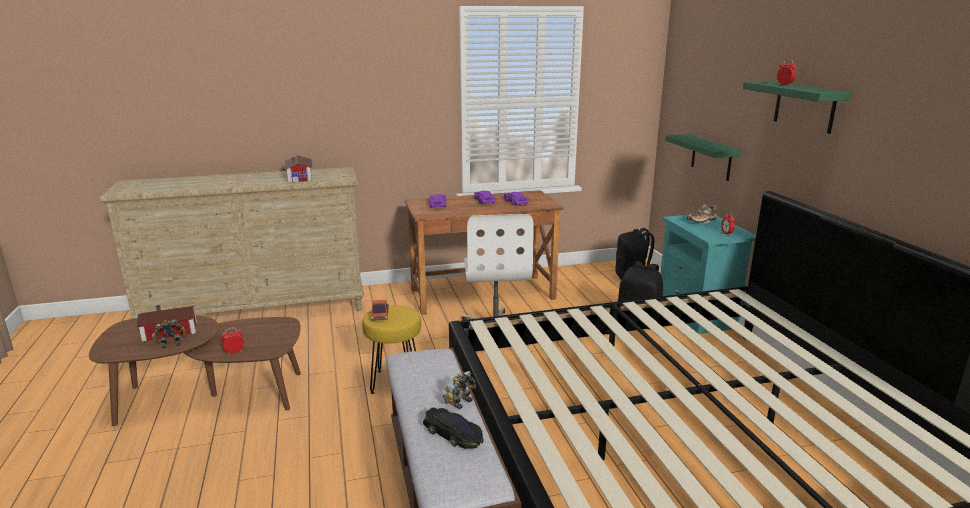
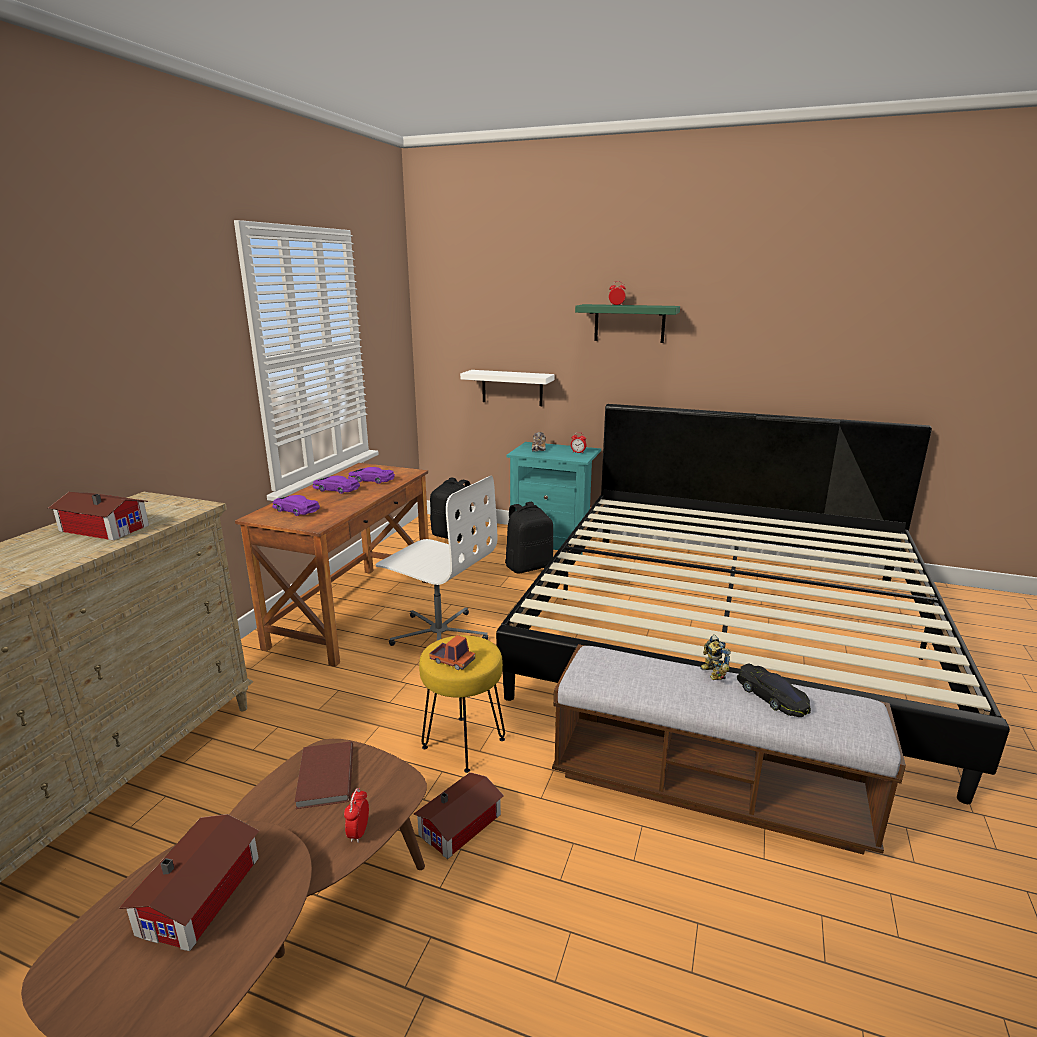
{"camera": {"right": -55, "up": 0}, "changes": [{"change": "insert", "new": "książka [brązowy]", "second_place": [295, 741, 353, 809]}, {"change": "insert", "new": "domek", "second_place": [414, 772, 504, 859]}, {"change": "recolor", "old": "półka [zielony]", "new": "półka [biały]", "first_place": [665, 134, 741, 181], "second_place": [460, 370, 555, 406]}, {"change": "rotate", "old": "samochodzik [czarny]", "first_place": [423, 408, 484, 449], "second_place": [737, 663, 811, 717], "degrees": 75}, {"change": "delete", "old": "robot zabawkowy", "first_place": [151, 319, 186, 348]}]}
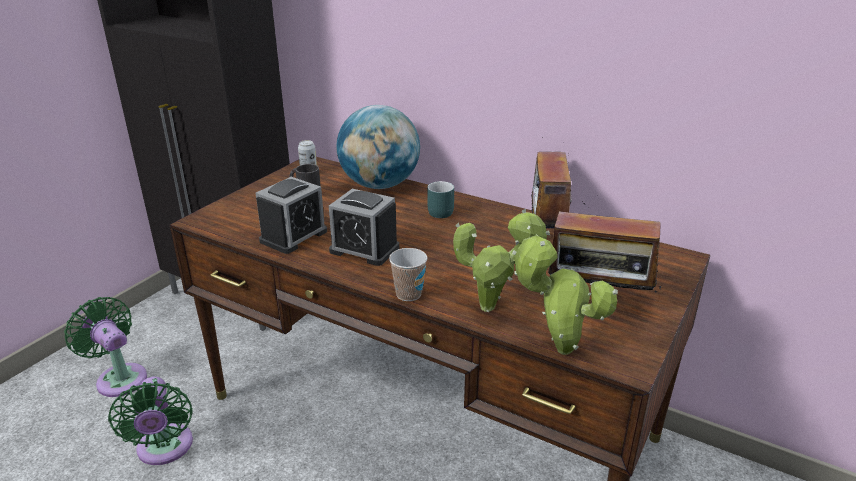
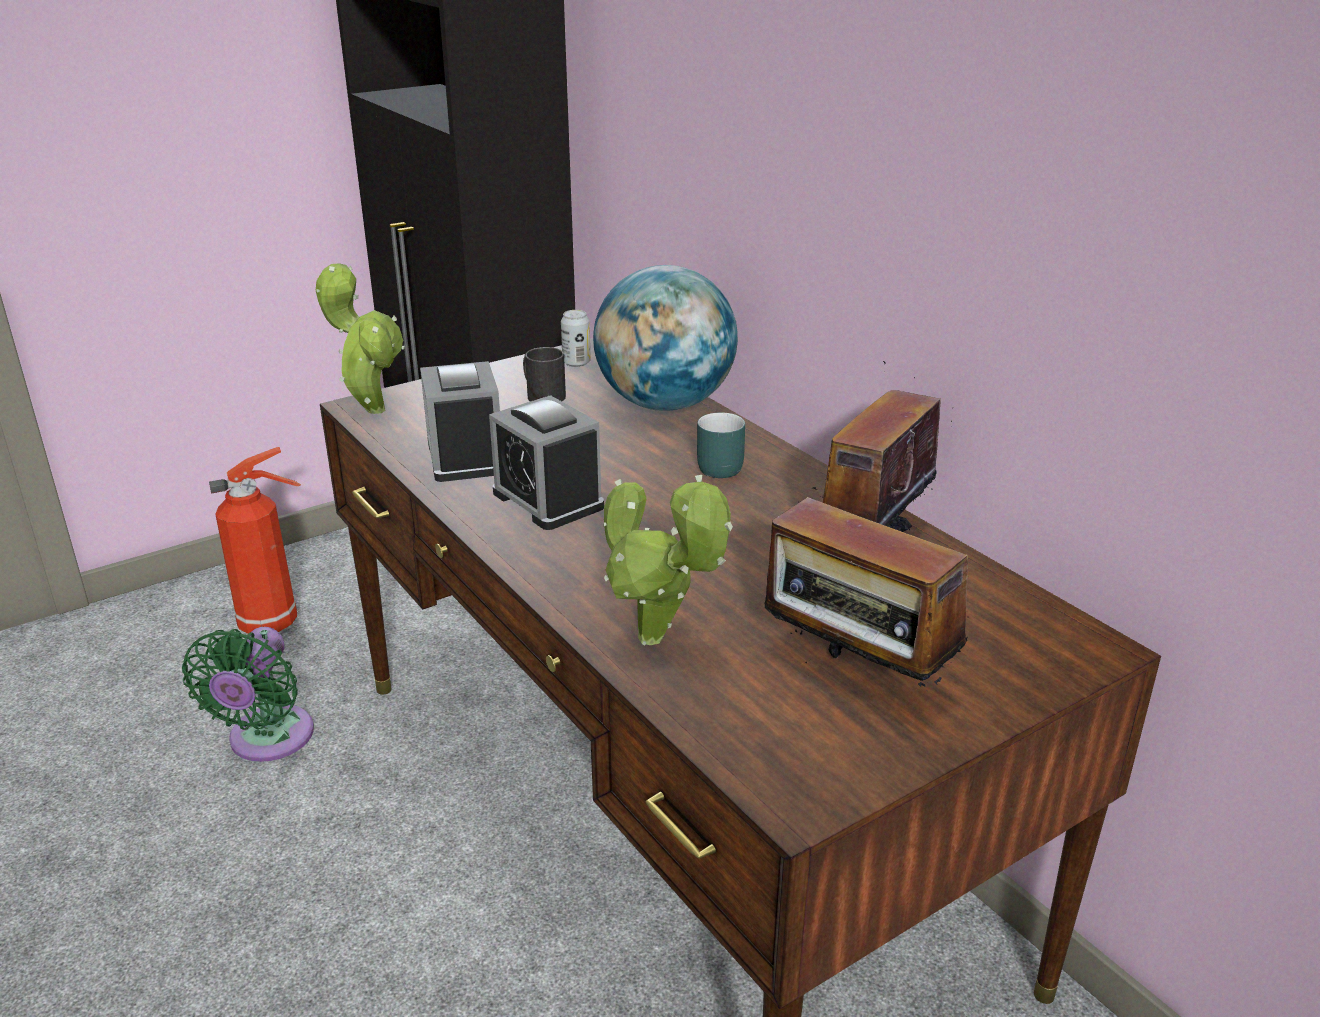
{"camera": {"right": 25, "up": 0}, "changes": [{"change": "replace", "old": "wentylator [zielony]", "new": "gaśnica", "first_place": [64, 297, 147, 397], "second_place": [209, 447, 301, 634]}, {"change": "move", "old": "roślina doniczkowa", "first_place": [512, 234, 618, 355], "second_place": [316, 263, 405, 414]}, {"change": "rotate", "old": "budzik", "first_place": [255, 177, 327, 254], "second_place": [420, 361, 500, 482], "degrees": 105}, {"change": "delete", "old": "filiżanka", "first_place": [389, 248, 427, 301]}]}
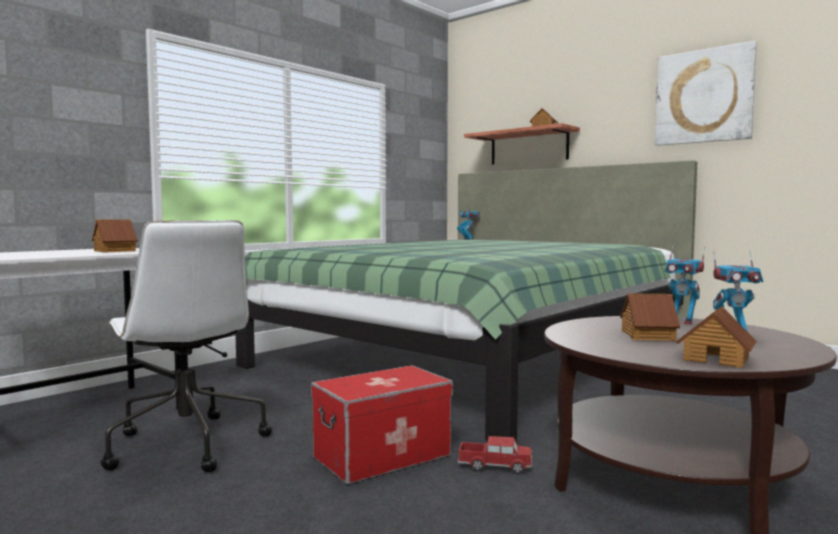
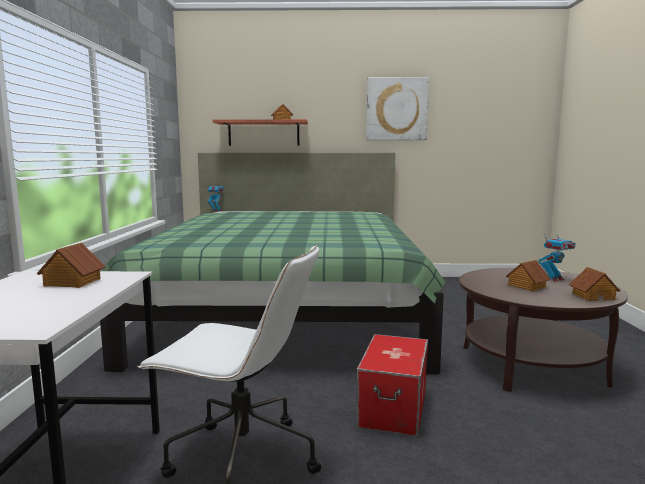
{"camera": {"right": -40, "up": 5}, "changes": [{"change": "delete", "old": "ciężarówka zabawkowa", "first_place": [458, 436, 532, 474]}, {"change": "delete", "old": "robot zabawkowy", "first_place": [665, 246, 705, 324]}]}
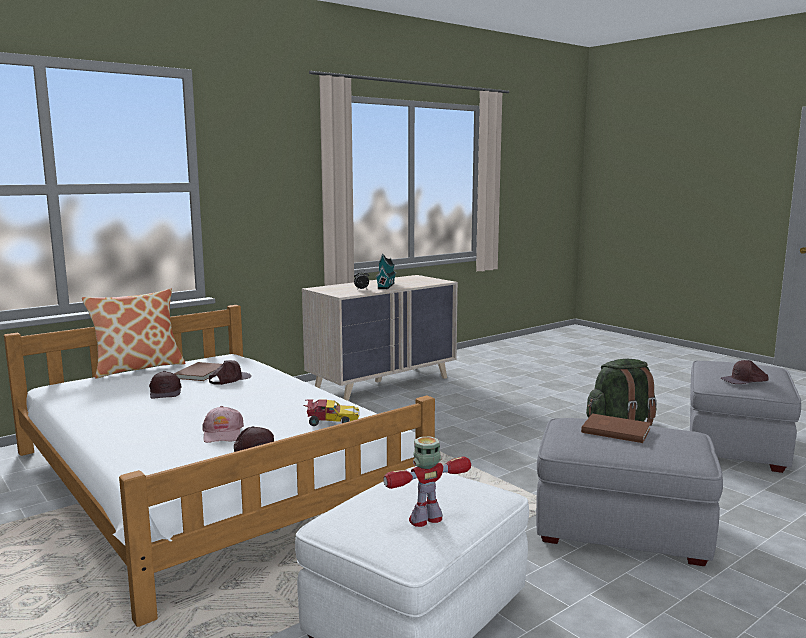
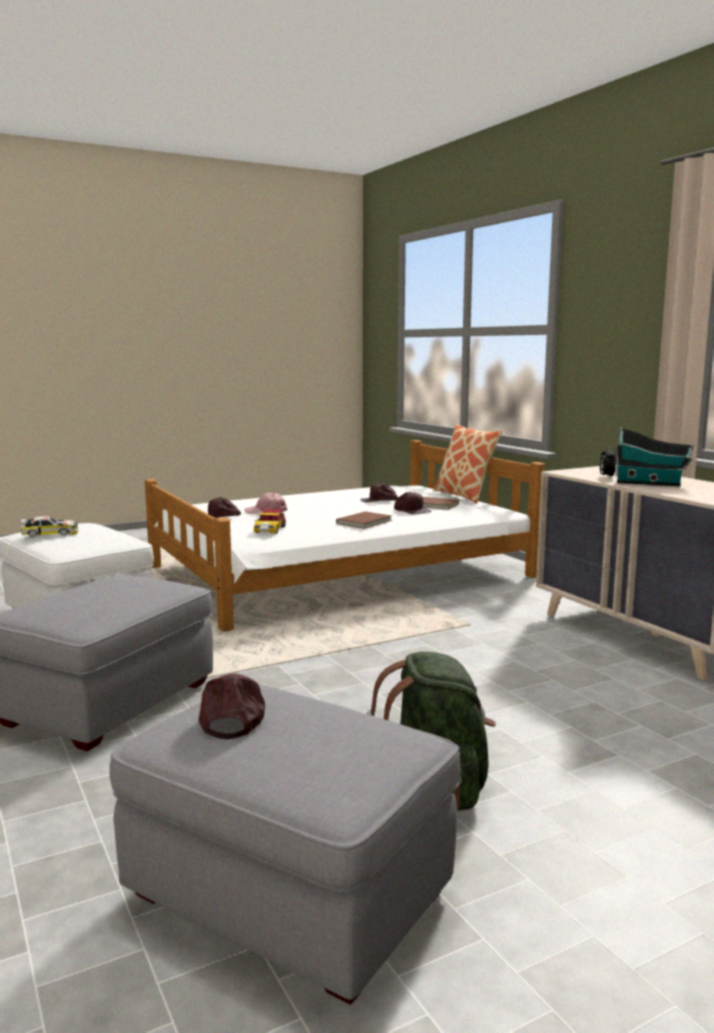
{"camera": {"right": 100, "up": 0}, "changes": [{"change": "replace", "old": "robot zabawkowy", "new": "samochodzik", "first_place": [383, 437, 471, 527], "second_place": [20, 516, 78, 538]}, {"change": "move", "old": "książka [brązowy]", "first_place": [581, 414, 651, 443], "second_place": [336, 511, 392, 529]}]}
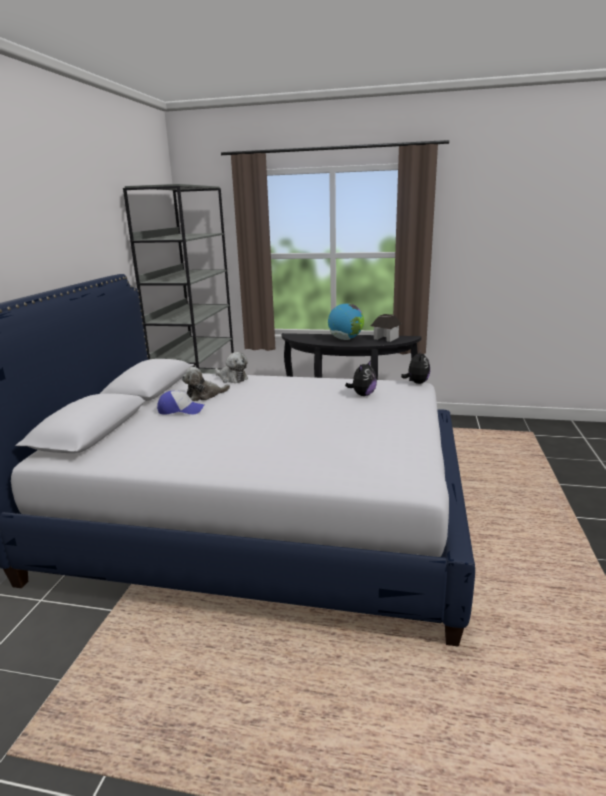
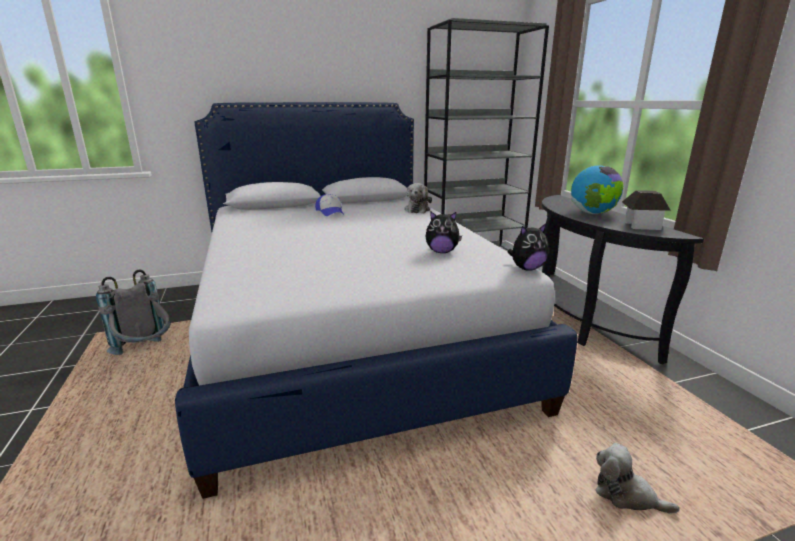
{"camera": {"right": 60, "up": 0}, "changes": [{"change": "insert", "new": "plecak [szary]", "second_place": [96, 269, 170, 355]}, {"change": "move", "old": "pluszak", "first_place": [182, 367, 230, 401], "second_place": [596, 443, 680, 514]}]}
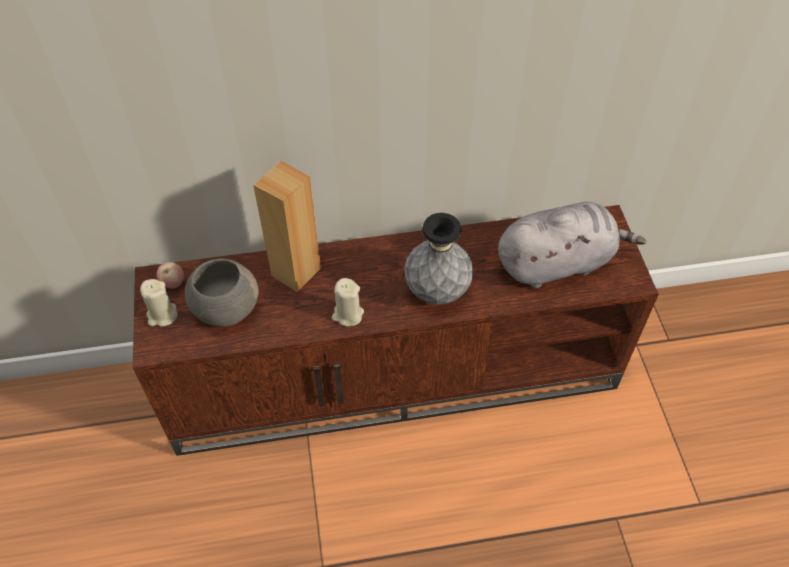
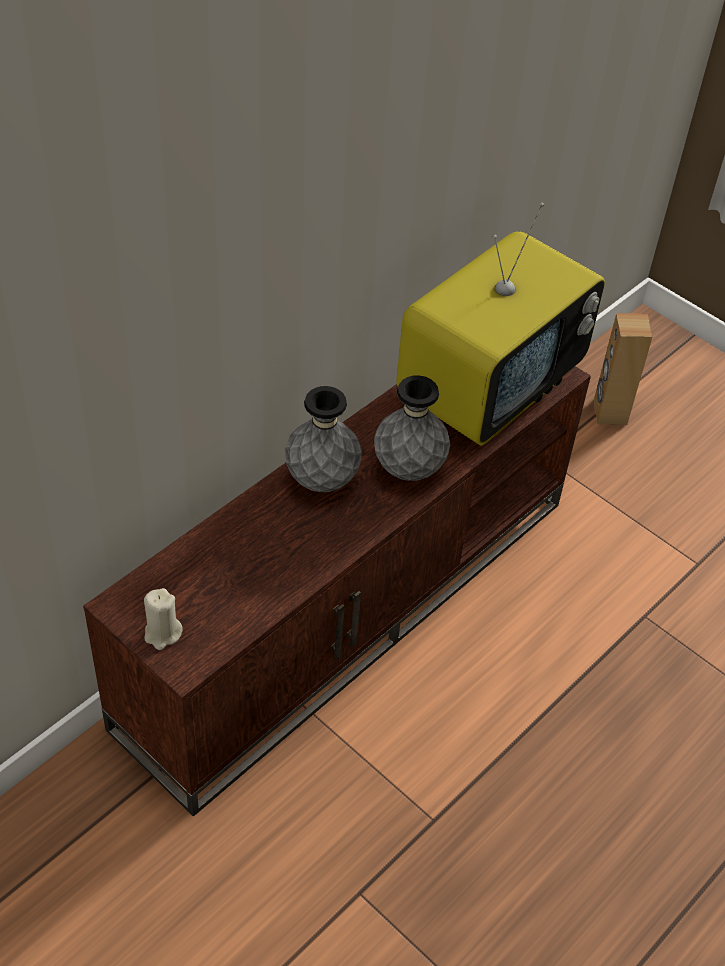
{"camera": {"right": -40, "up": -5}, "changes": [{"change": "insert", "new": "wazon [szary]", "second_place": [285, 386, 362, 492]}, {"change": "replace", "old": "pluszak [szary]", "new": "telewizor", "first_place": [498, 202, 646, 288], "second_place": [397, 203, 605, 446]}, {"change": "move", "old": "głośnik [brązowy]", "first_place": [253, 161, 321, 292], "second_place": [594, 313, 653, 425]}, {"change": "delete", "old": "jabłko", "first_place": [157, 262, 184, 289]}, {"change": "delete", "old": "miska [szary]", "first_place": [185, 258, 259, 327]}, {"change": "delete", "old": "świeca [beżowy]", "first_place": [332, 278, 364, 327]}]}
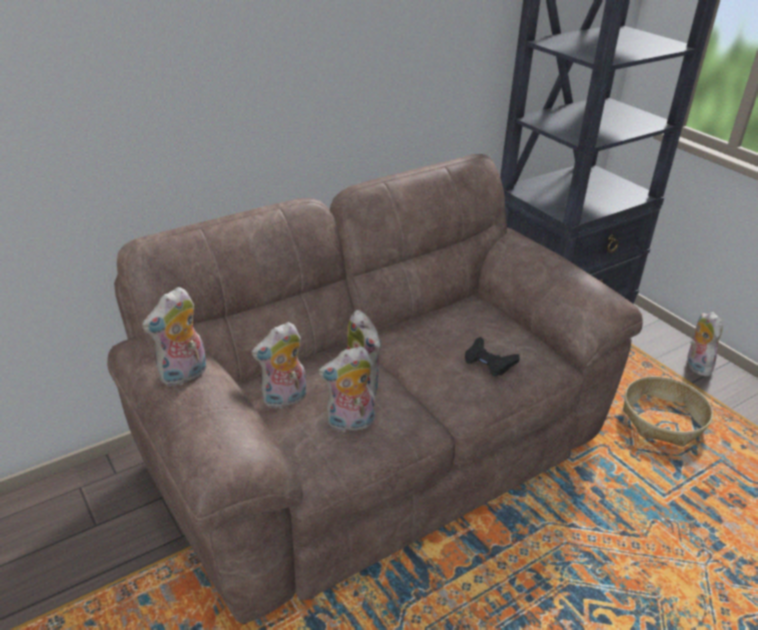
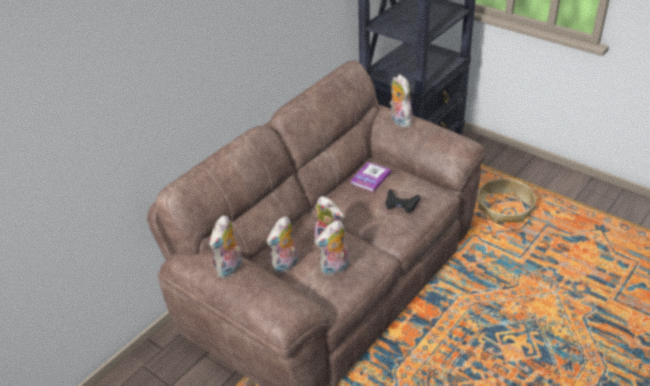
{"camera": {"right": -15, "up": 5}, "changes": [{"change": "insert", "new": "książka", "second_place": [350, 162, 391, 192]}, {"change": "move", "old": "pluszak", "first_place": [687, 312, 723, 376], "second_place": [390, 74, 413, 128]}]}
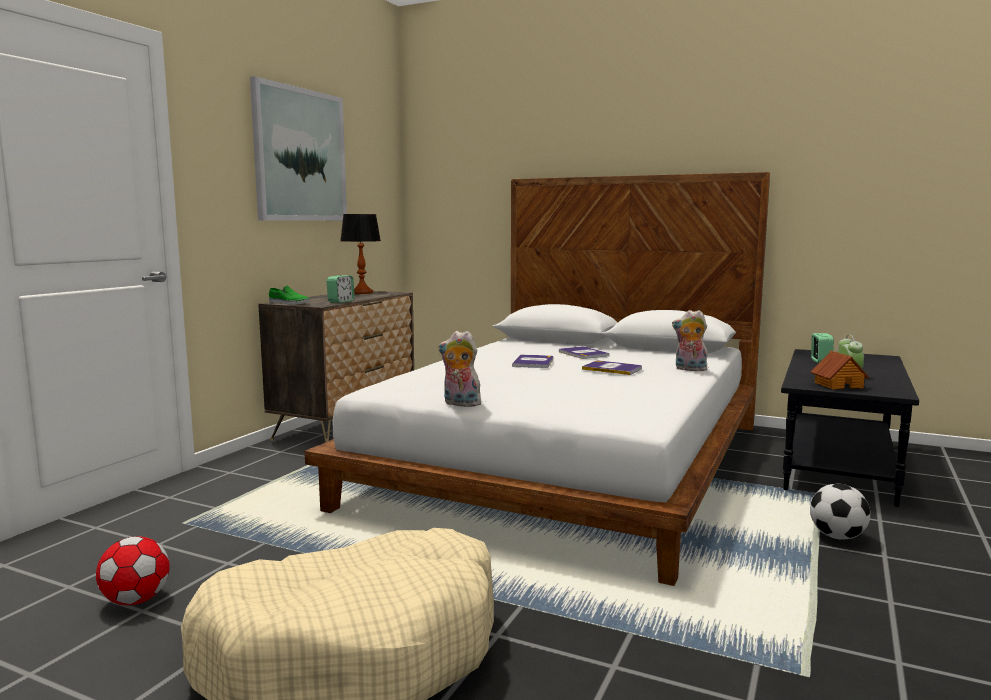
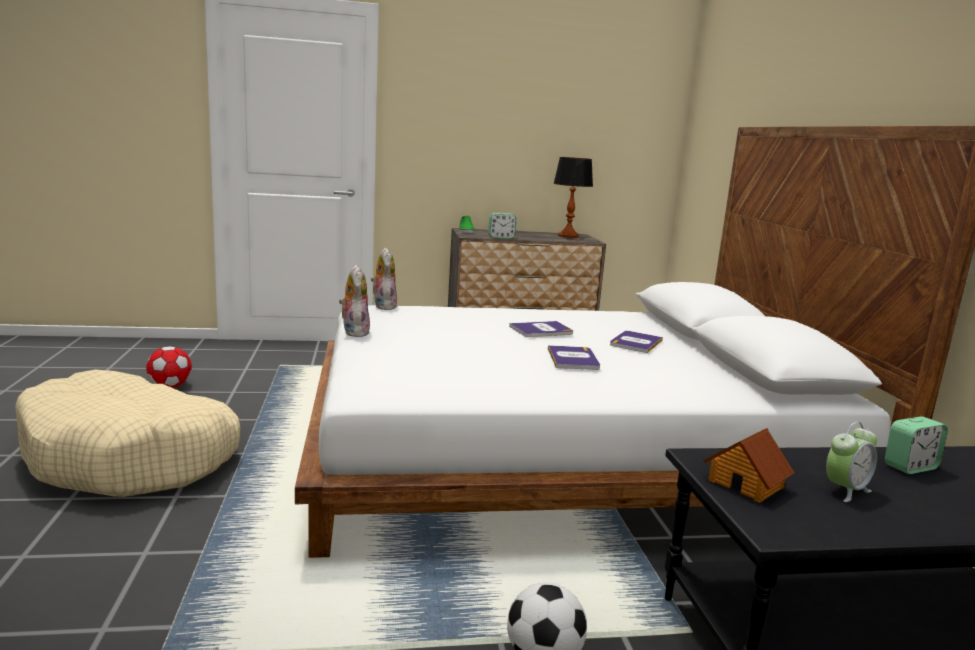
{"camera": {"right": 55, "up": 5}, "changes": [{"change": "move", "old": "pluszak", "first_place": [672, 310, 708, 371], "second_place": [371, 248, 398, 310]}, {"change": "delete", "old": "obraz", "first_place": [250, 76, 347, 221]}]}
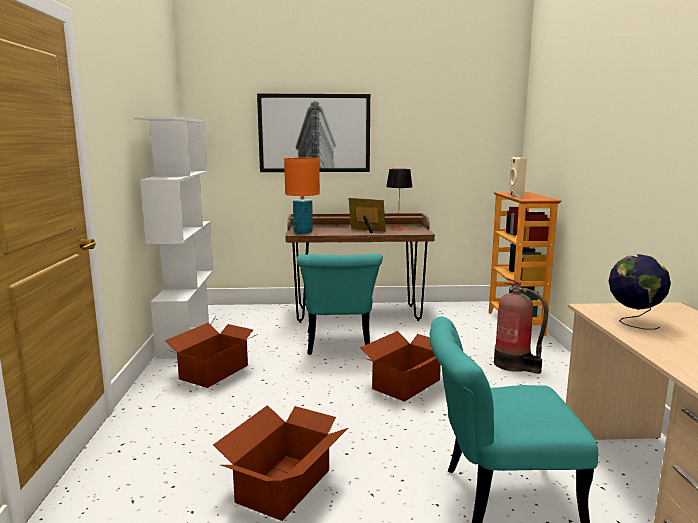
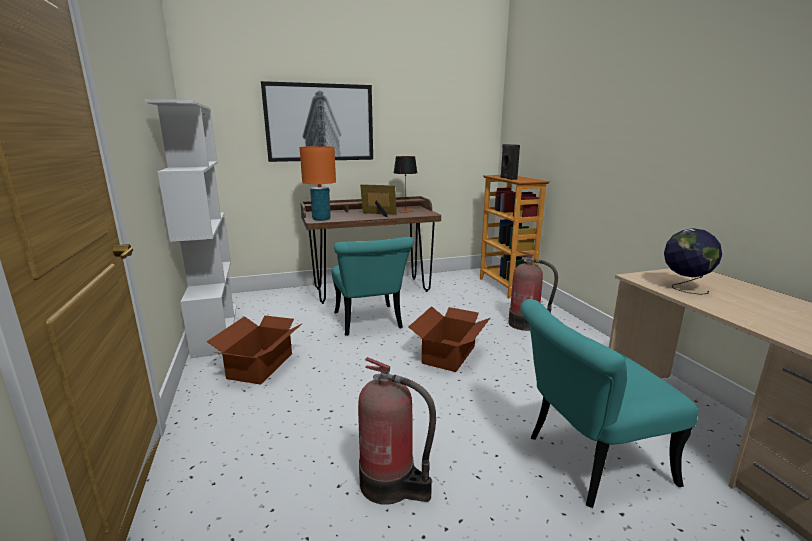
{"camera": {"right": -15, "up": 5}, "changes": [{"change": "replace", "old": "karton", "new": "gaśnica", "first_place": [213, 405, 348, 521], "second_place": [358, 357, 436, 505]}, {"change": "recolor", "old": "głośnik [beżowy]", "new": "głośnik [czarny]", "first_place": [508, 157, 527, 198], "second_place": [500, 144, 520, 180]}]}
